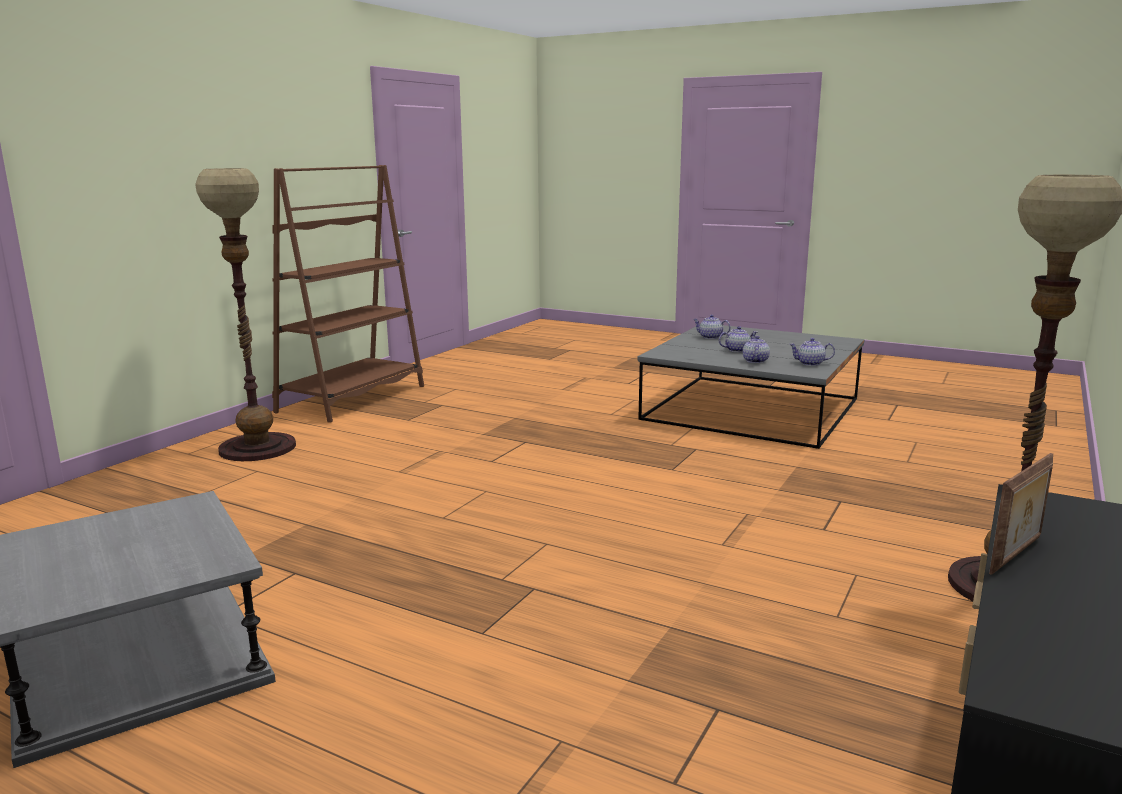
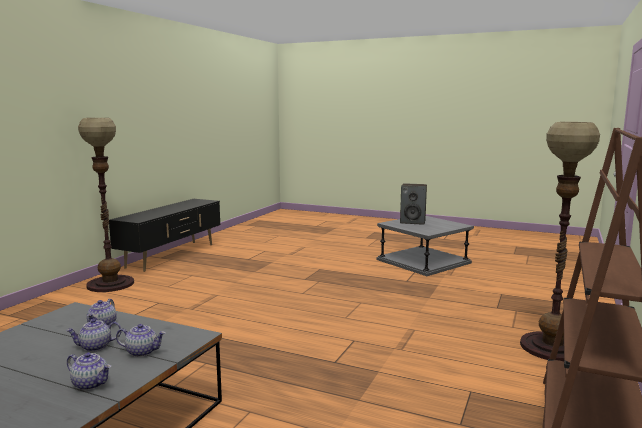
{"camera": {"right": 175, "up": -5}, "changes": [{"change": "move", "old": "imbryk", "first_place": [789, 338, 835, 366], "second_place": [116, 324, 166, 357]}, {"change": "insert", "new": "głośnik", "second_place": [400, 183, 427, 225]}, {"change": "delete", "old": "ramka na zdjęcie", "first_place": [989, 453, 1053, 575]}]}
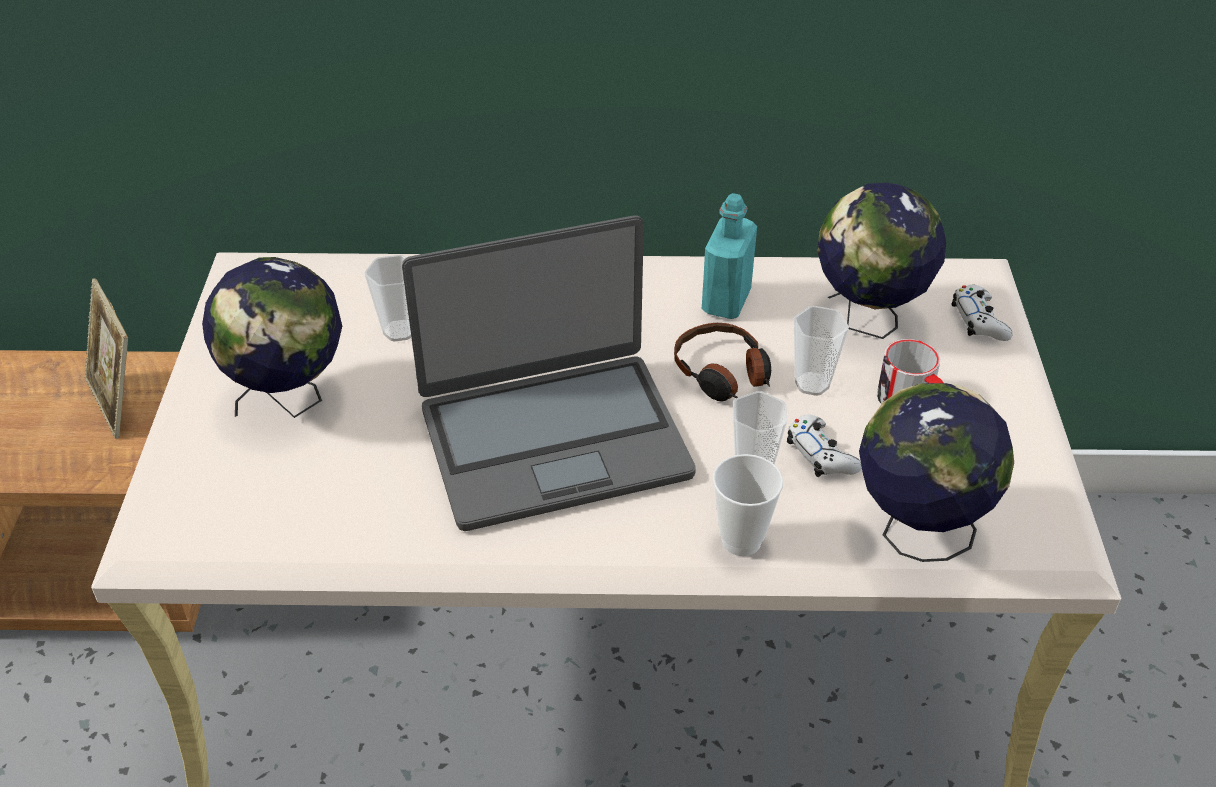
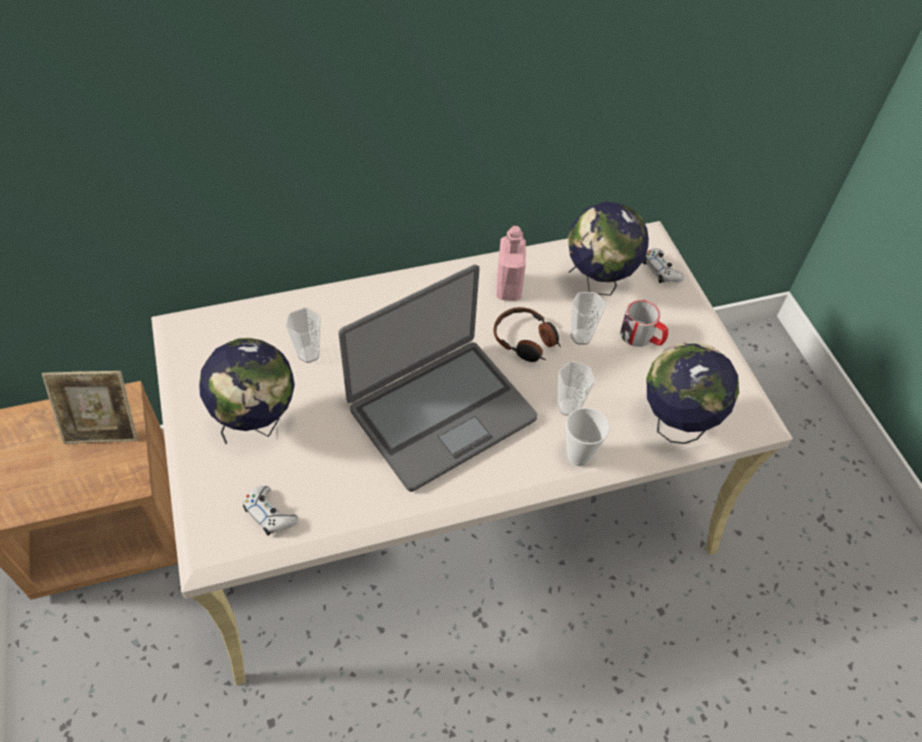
{"camera": {"right": -20, "up": 10}, "changes": [{"change": "rotate", "old": "ramka na zdjęcie", "first_place": [84, 278, 128, 439], "second_place": [42, 371, 138, 444], "degrees": -45}, {"change": "move", "old": "pad do gier [biały]", "first_place": [787, 414, 862, 477], "second_place": [243, 486, 298, 536]}, {"change": "recolor", "old": "butelka [turkusowy]", "new": "butelka [różowy]", "first_place": [702, 193, 757, 319], "second_place": [497, 226, 526, 301]}]}
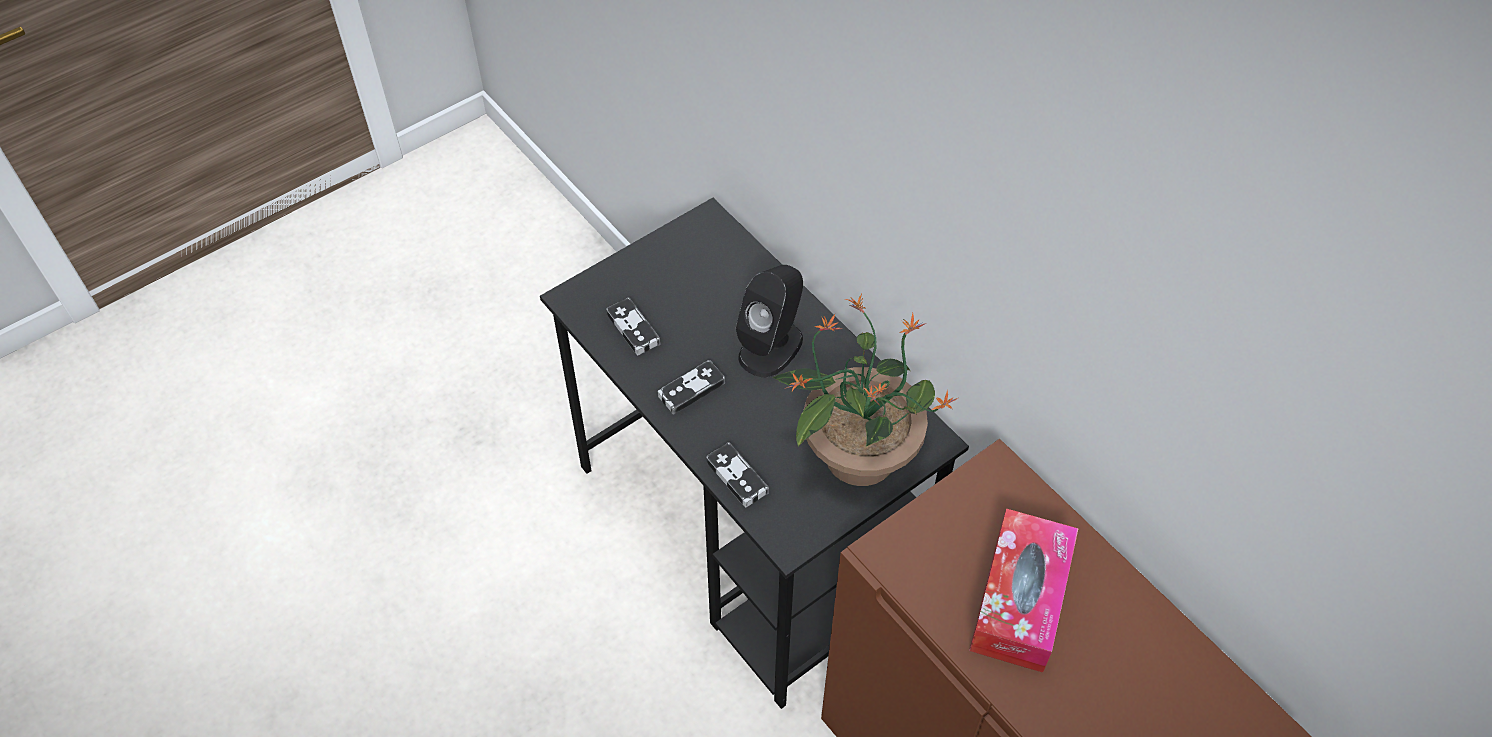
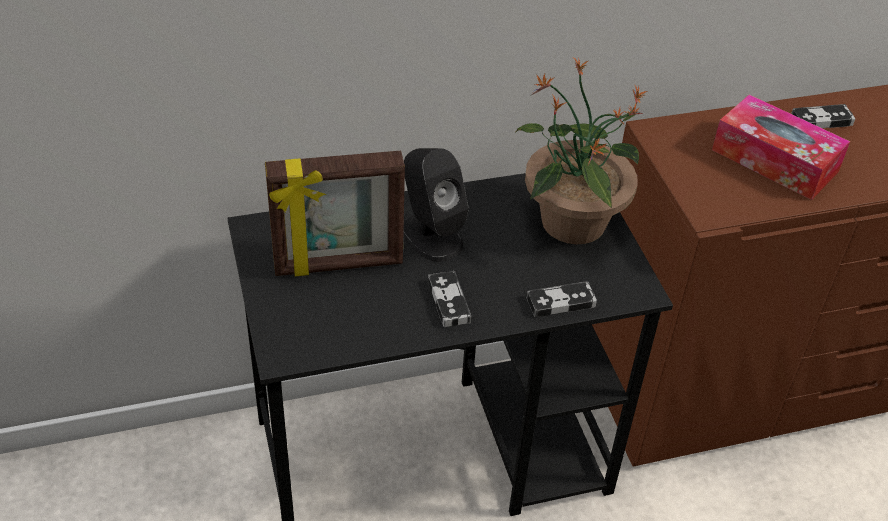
{"camera": {"right": -70, "up": -10}, "changes": [{"change": "insert", "new": "ramka na zdjęcie", "second_place": [265, 151, 405, 276]}, {"change": "move", "old": "pad do gier", "first_place": [606, 297, 661, 355], "second_place": [791, 104, 855, 128]}]}
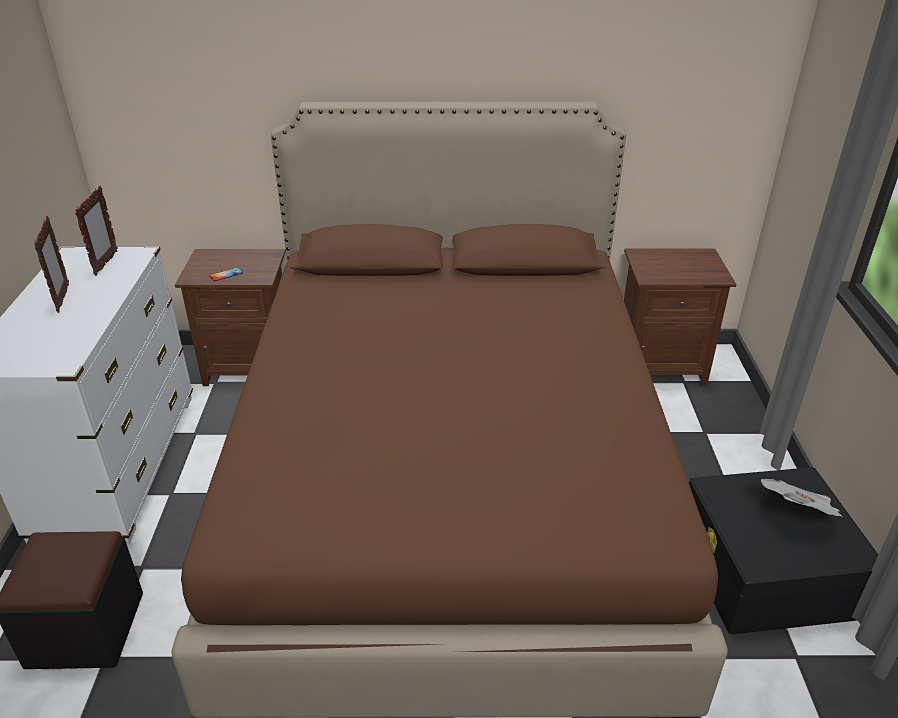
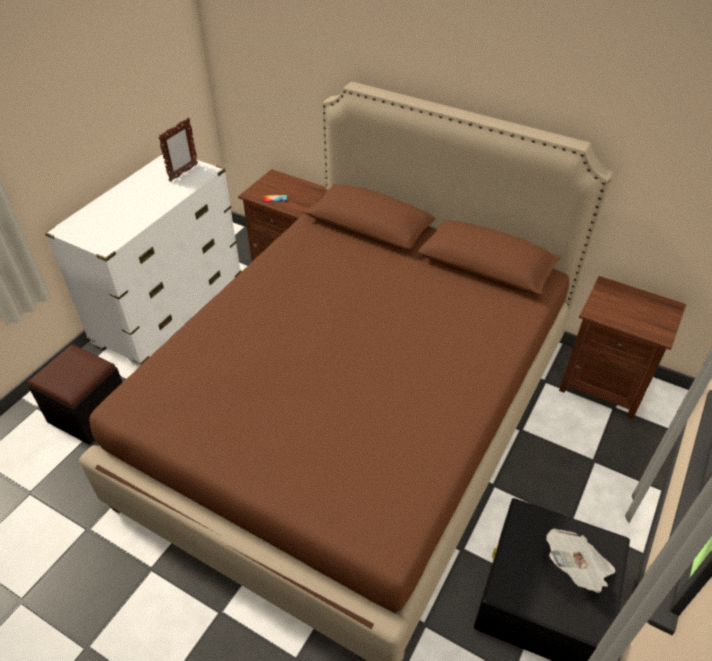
{"camera": {"right": 30, "up": 10}, "changes": [{"change": "delete", "old": "ramka na zdjęcie", "first_place": [34, 216, 69, 313]}]}
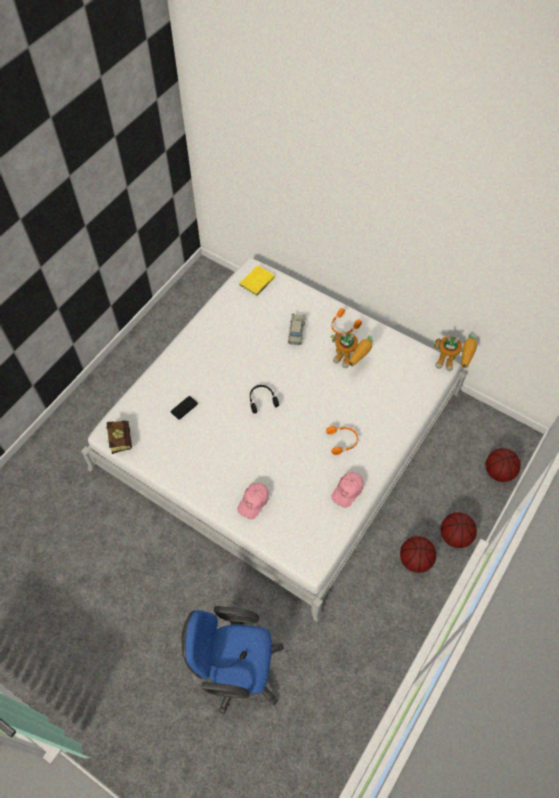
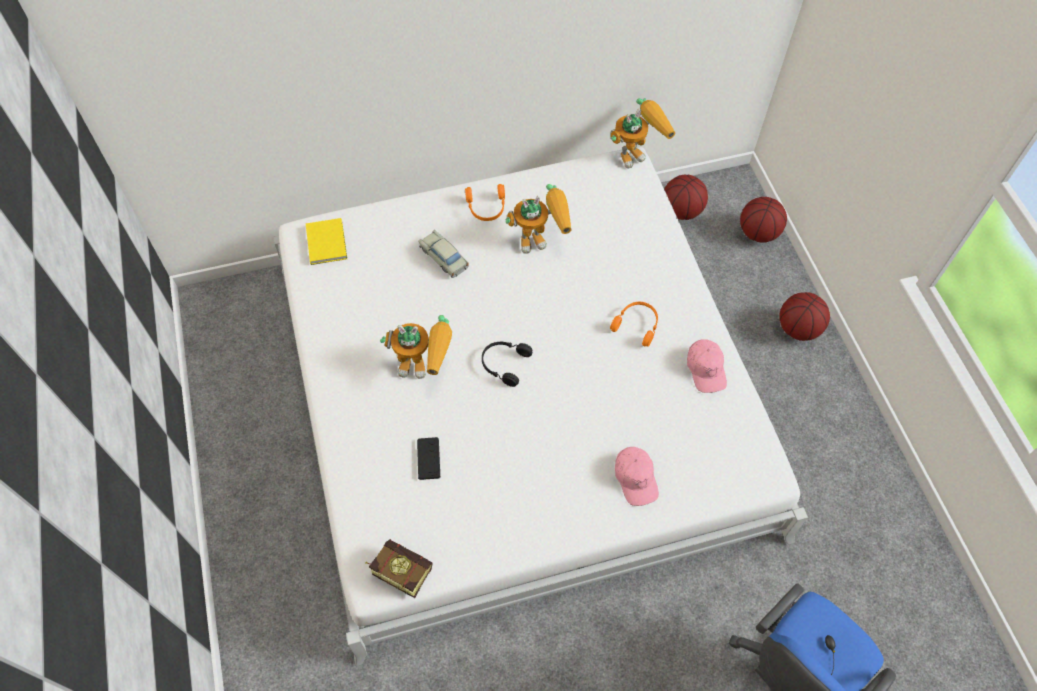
{"camera": {"right": -50, "up": 0}, "changes": [{"change": "insert", "new": "robot zabawkowy", "second_place": [380, 315, 452, 379]}, {"change": "move", "old": "piłka do koszykówki", "first_place": [400, 536, 436, 573], "second_place": [664, 175, 708, 220]}]}
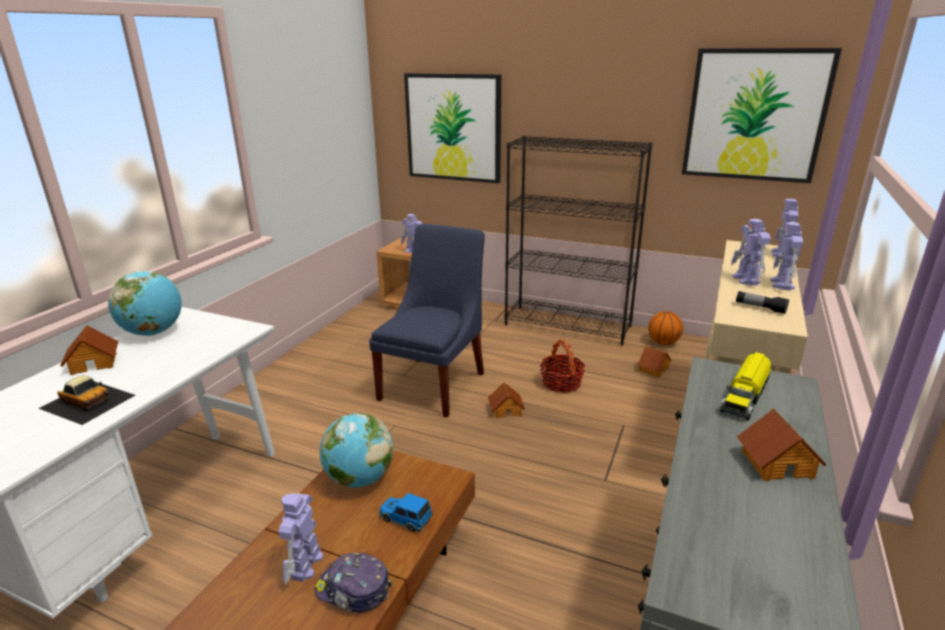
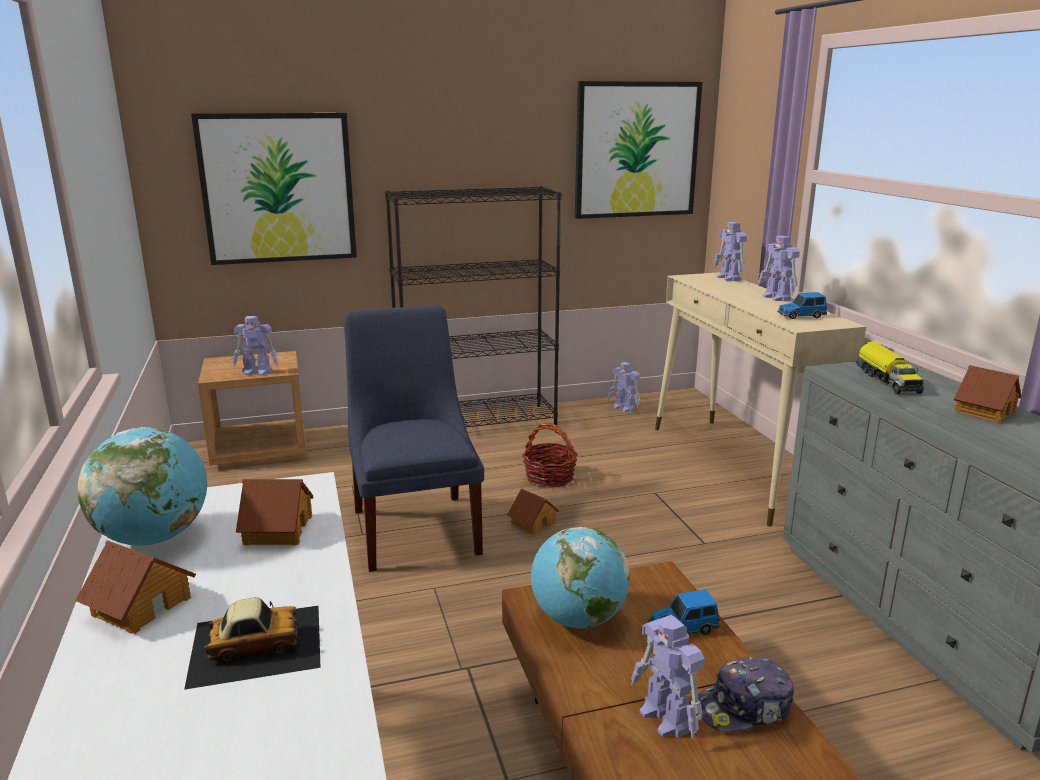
{"camera": {"right": -40, "up": -5}, "changes": [{"change": "move", "old": "domek", "first_place": [638, 346, 671, 377], "second_place": [236, 479, 313, 545]}, {"change": "move", "old": "robot zabawkowy", "first_place": [731, 219, 771, 285], "second_place": [608, 362, 640, 412]}, {"change": "replace", "old": "latarka", "new": "samochodzik", "first_place": [736, 291, 789, 314], "second_place": [777, 292, 827, 319]}, {"change": "delete", "old": "piłka do koszykówki", "first_place": [648, 311, 683, 345]}]}
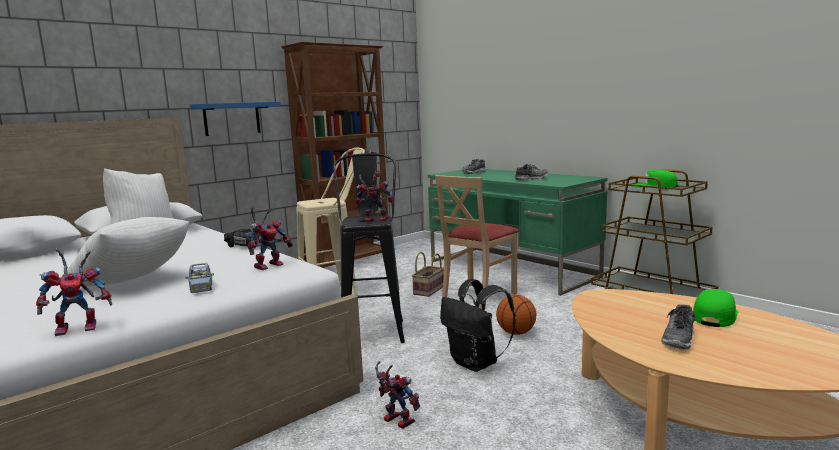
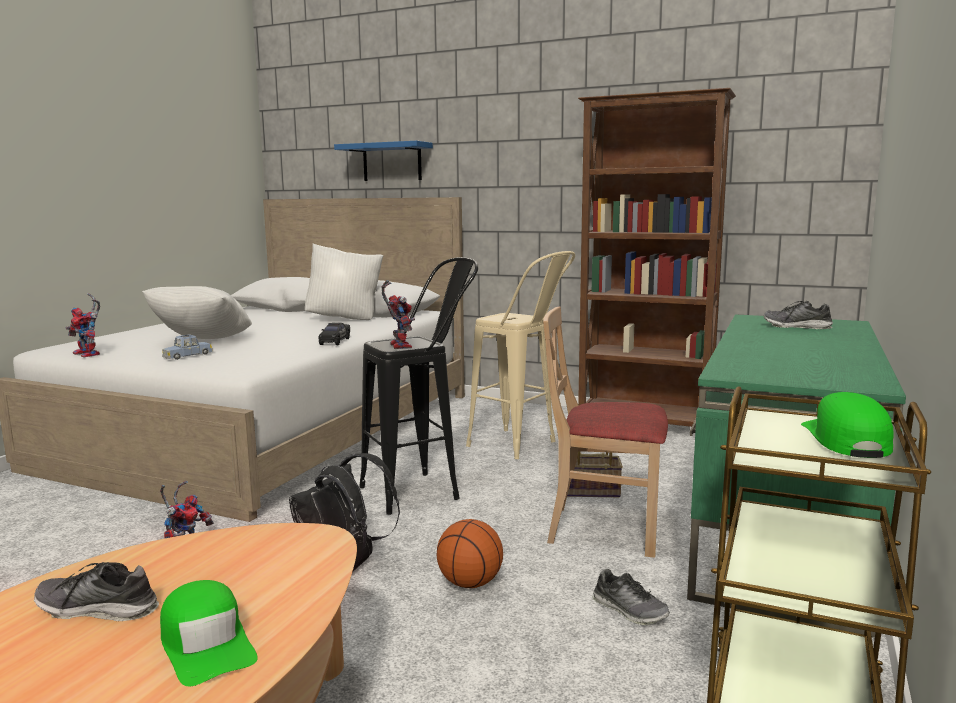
{"camera": {"right": 65, "up": 0}, "changes": [{"change": "rotate", "old": "czapka z daszkiem [zielony]", "first_place": [693, 289, 738, 327], "second_place": [160, 580, 258, 687], "degrees": 45}, {"change": "move", "old": "półka [niebieski]", "first_place": [190, 102, 281, 136], "second_place": [334, 141, 433, 181]}, {"change": "move", "old": "but", "first_place": [514, 164, 548, 181], "second_place": [592, 569, 670, 625]}, {"change": "delete", "old": "robot zabawkowy", "first_place": [248, 207, 293, 270]}]}
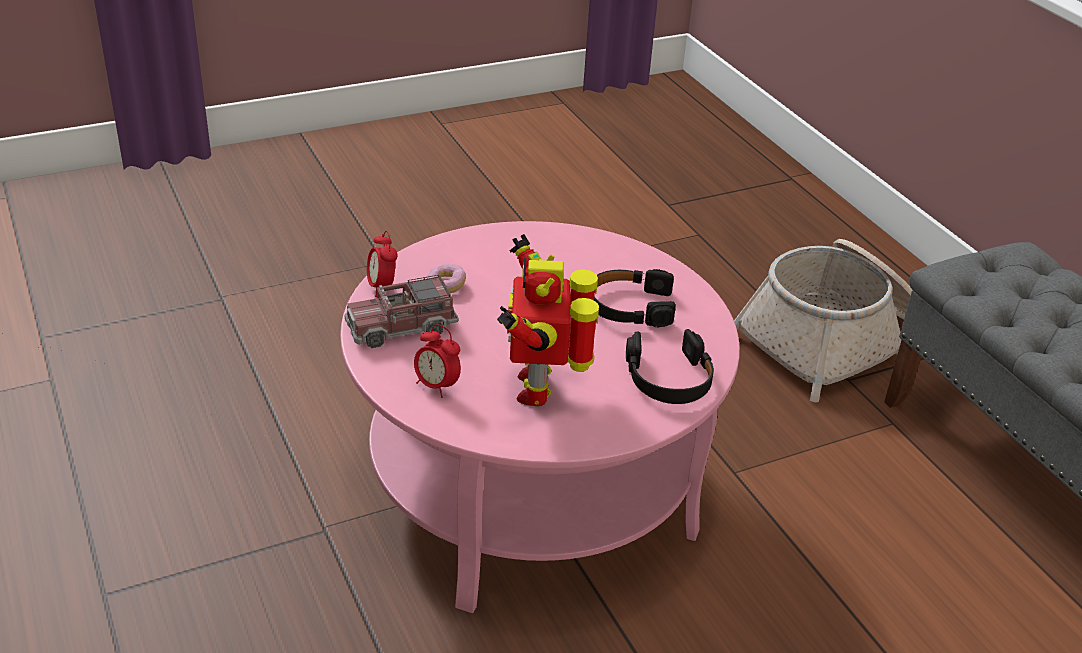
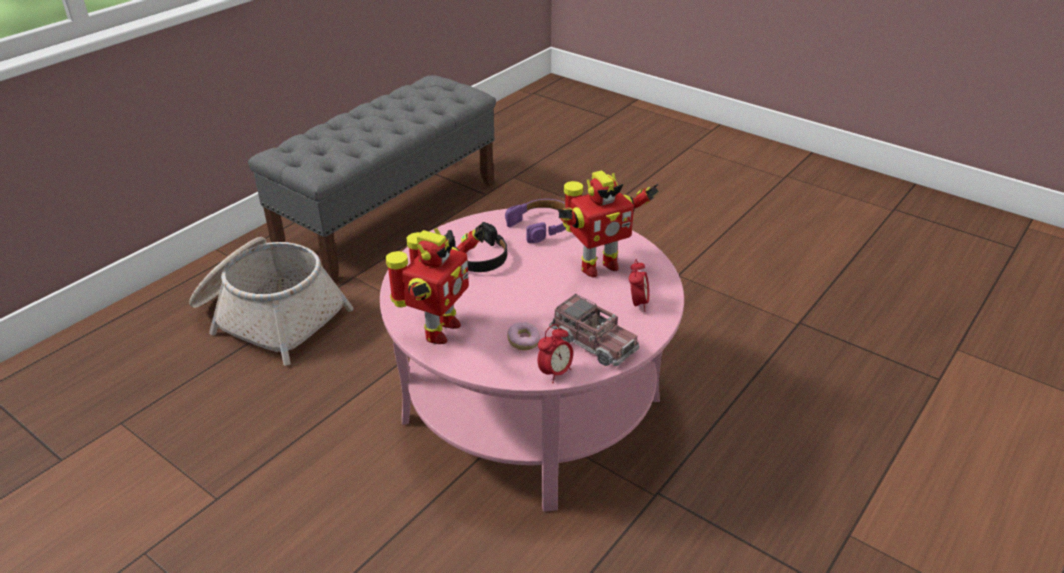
{"camera": {"right": -115, "up": 0}, "changes": [{"change": "insert", "new": "robot zabawkowy", "second_place": [386, 224, 484, 344]}, {"change": "recolor", "old": "słuchawki [czarny]", "new": "słuchawki [fioletowy]", "first_place": [626, 329, 714, 404], "second_place": [505, 199, 566, 243]}]}
